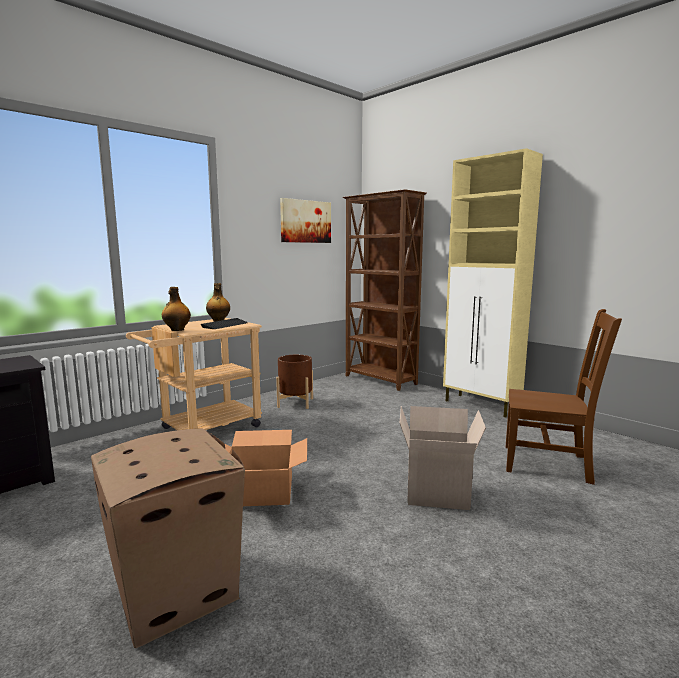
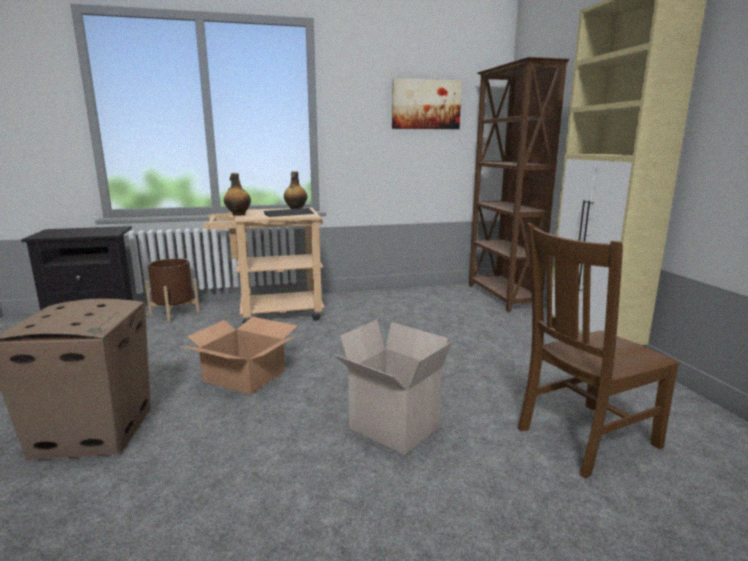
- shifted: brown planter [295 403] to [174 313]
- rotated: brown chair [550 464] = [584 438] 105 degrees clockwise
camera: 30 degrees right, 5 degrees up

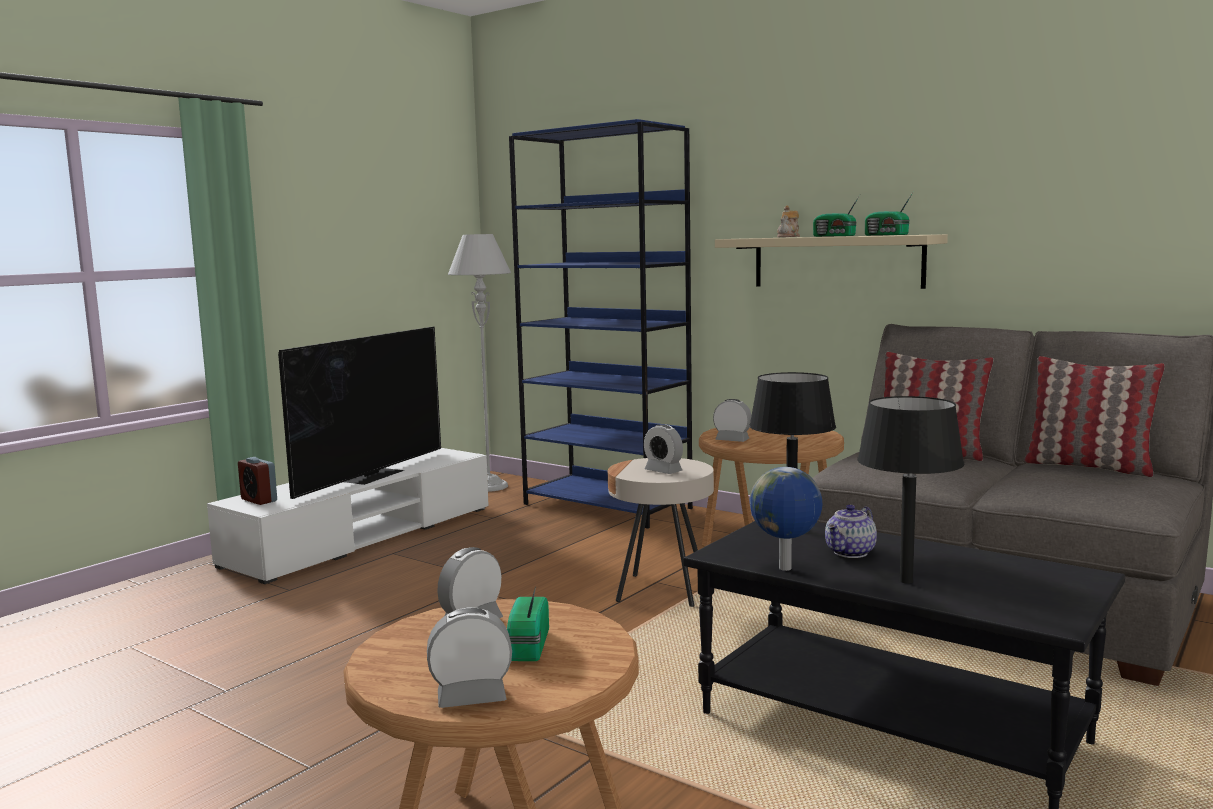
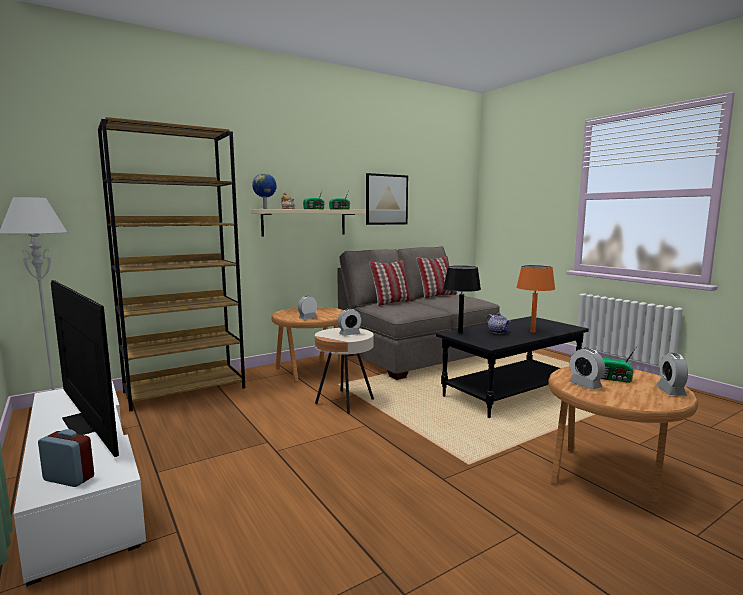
- rotated: alarm clock [259 500] = [69 478] 135 degrees counterclockwise
- repainted: blue bookcase [608 506] to brown bookcase [185 390]
- shifted: globe [785 569] to [265 208]
- repainted: black table lamp [906 581] to orange table lamp [533 332]
- new: picture [386 199]
camera: 70 degrees left, 0 degrees up

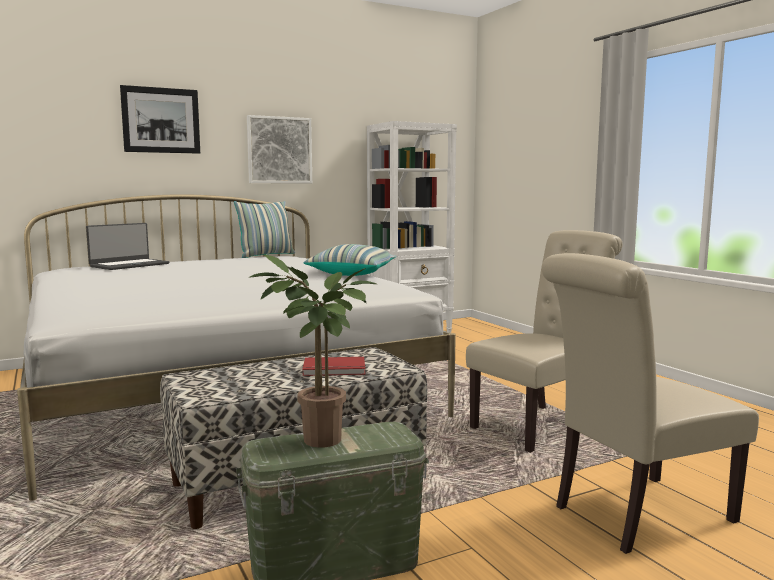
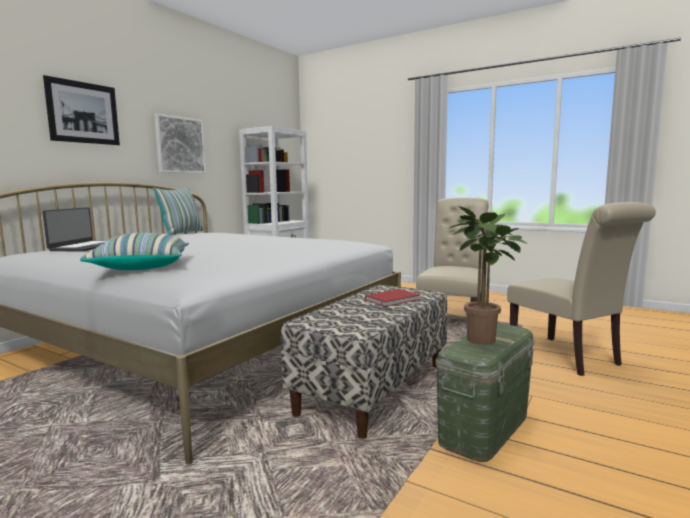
- shifted: pillow [352 273] to [142 267]
- rotated: beige chair [634 515] = [569 357] 60 degrees counterclockwise
camera: 30 degrees left, 0 degrees up

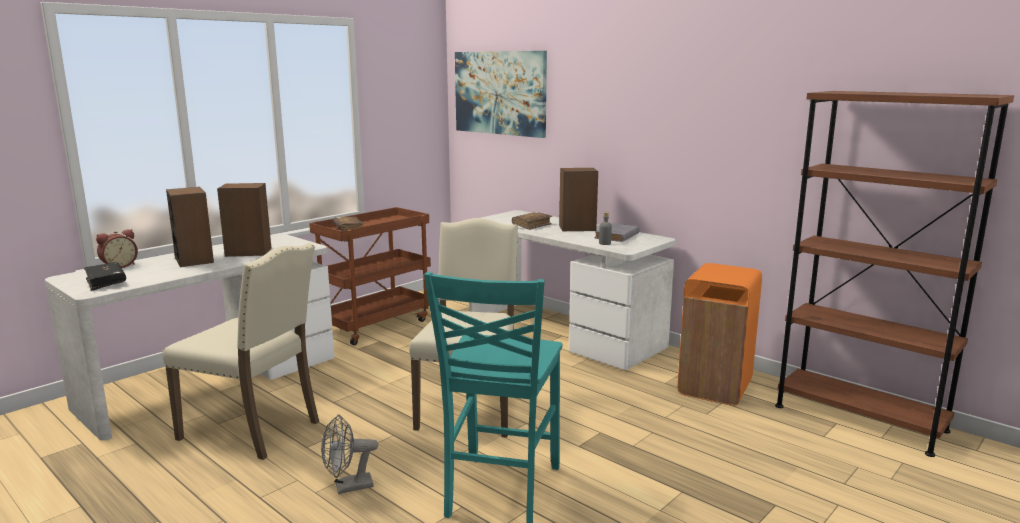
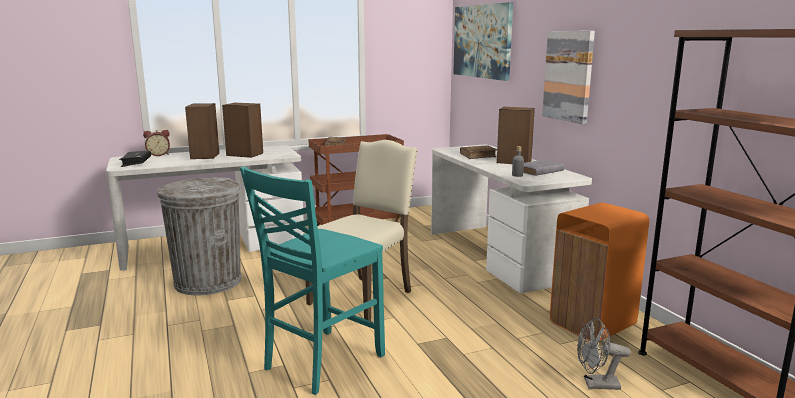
- swapped: beige chair [254 429] to grey trash can [207 282]
- shifted: grey fan [348 487] to [596 384]
- new: picture [568 76]
camera: 25 degrees right, 0 degrees up

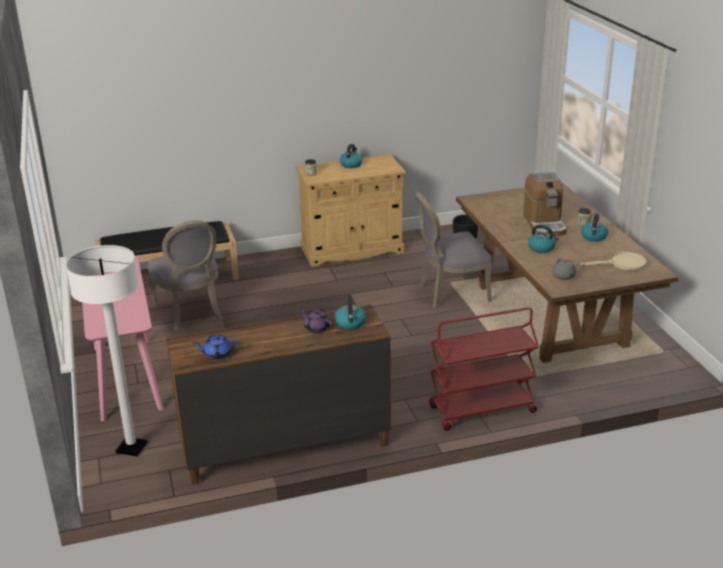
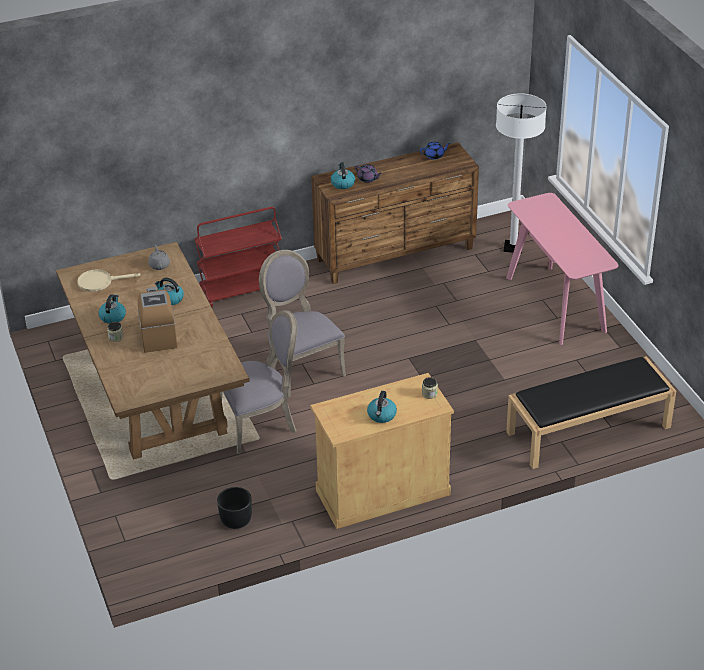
- shifted: grey chair [191 313] to [301 367]
camera: 175 degrees right, 10 degrees up

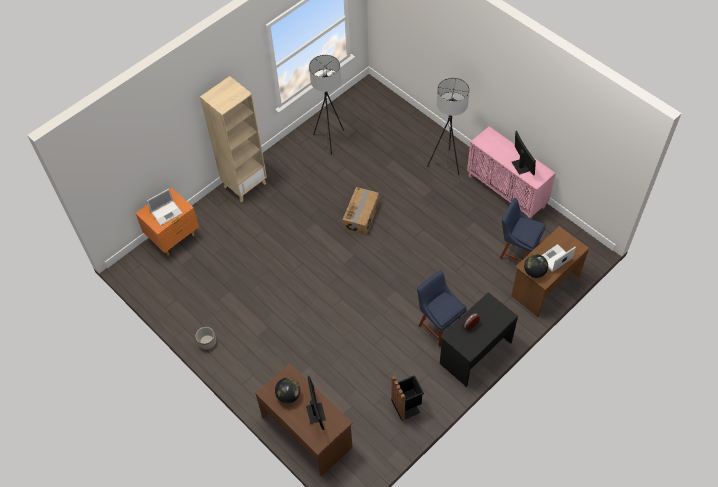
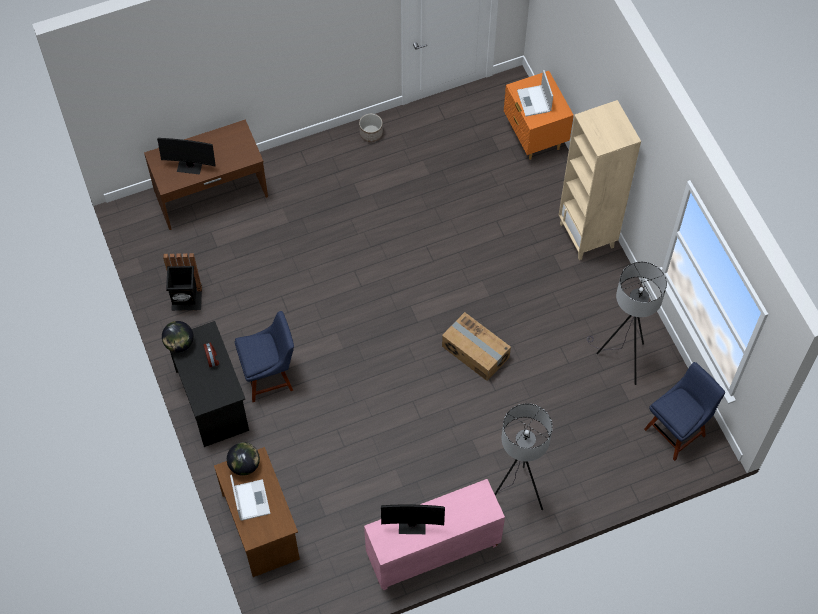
- shifted: globe [288 395] to [179 343]
- shifted: blue chair [517 251] to [677 430]
camera: 110 degrees right, 5 degrees up

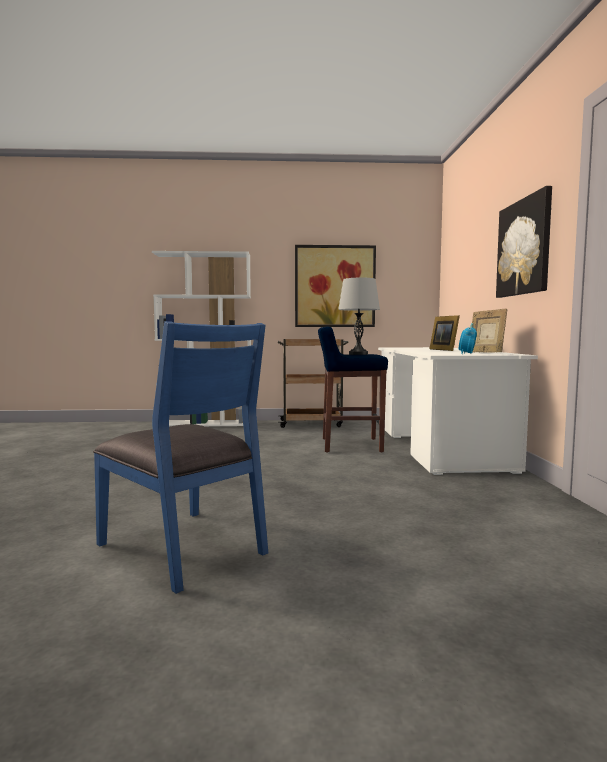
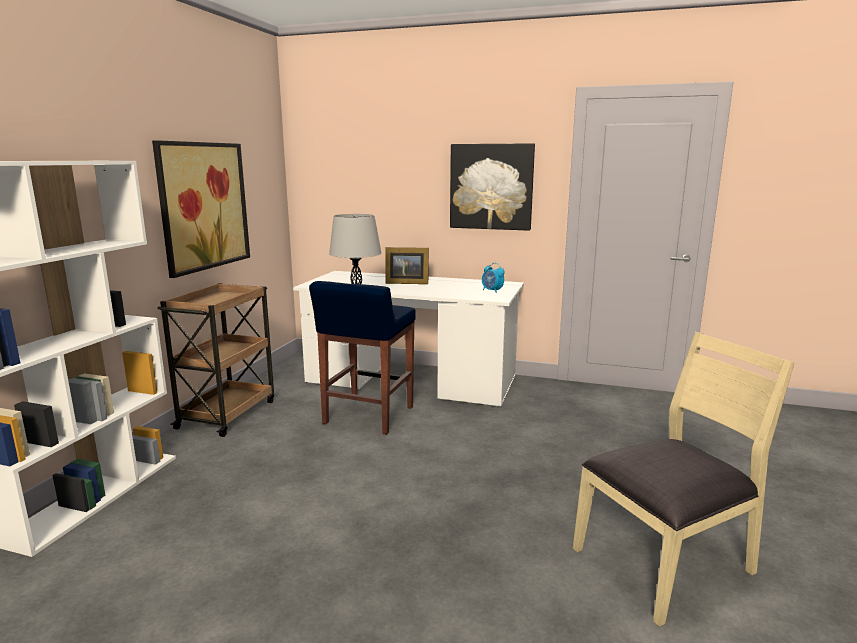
- repainted: blue chair [184 547] to beige chair [665 562]
- gone: picture frame [486 353]
camera: 70 degrees left, 10 degrees up

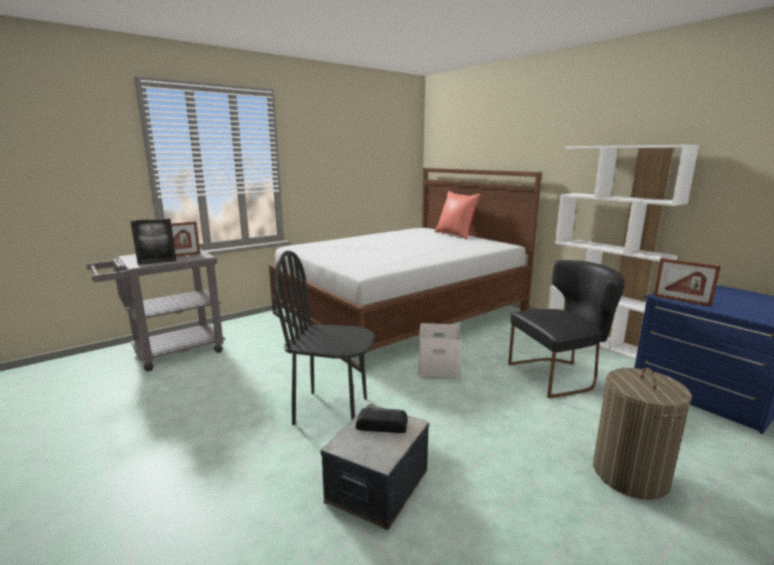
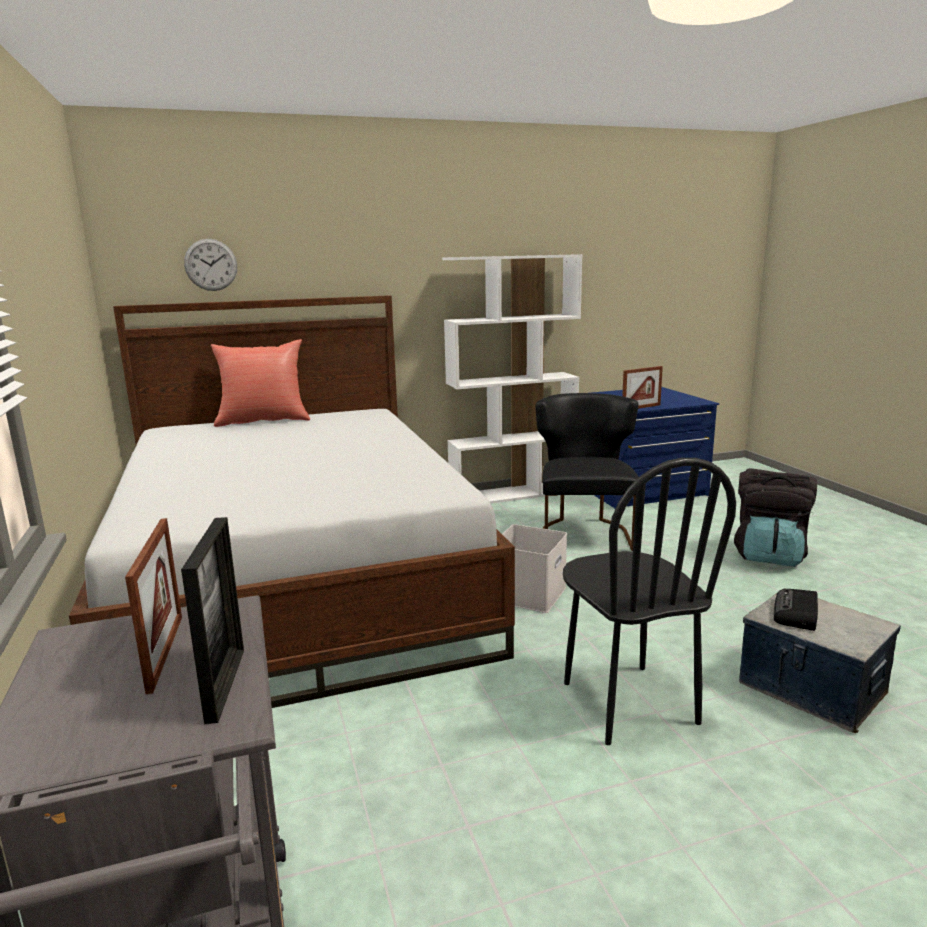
- rotated: black chair [331 410] = [628 703] 45 degrees counterclockwise
- swapped: laundry basket [630 474] to black backpack [769 555]
- new: wall clock [211 265]
camera: 70 degrees left, 0 degrees up

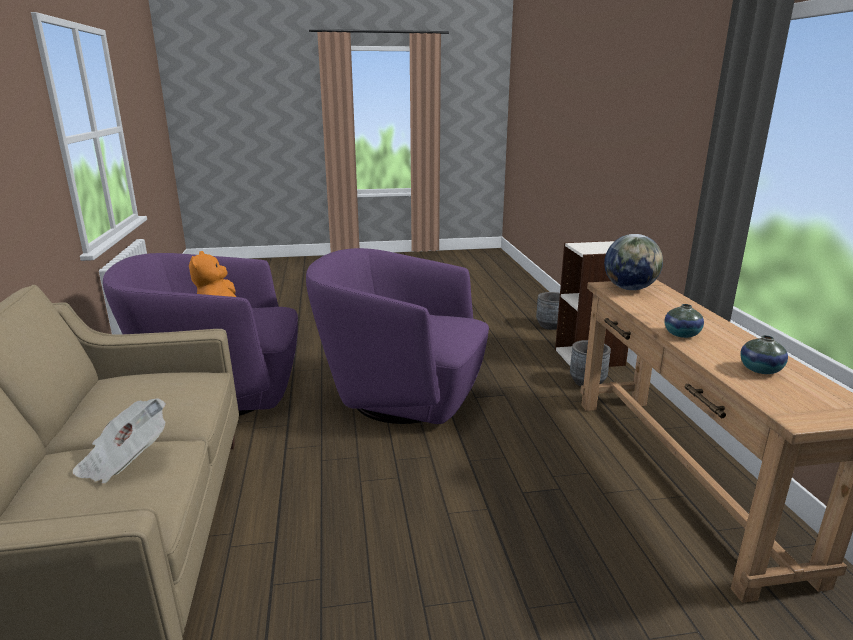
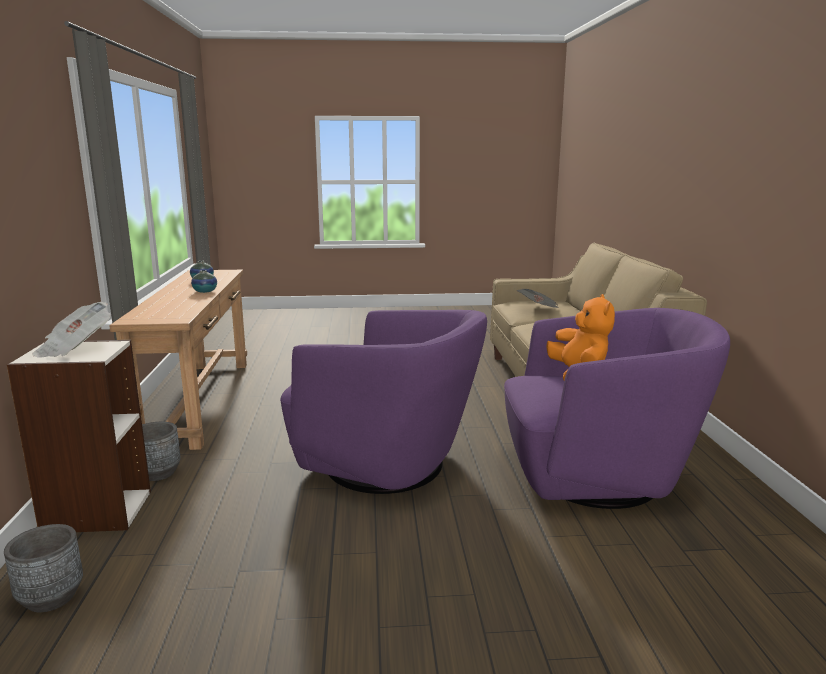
- gone: globe [630 288]
- new: newspaper [74 349]
camera: 175 degrees left, 5 degrees down

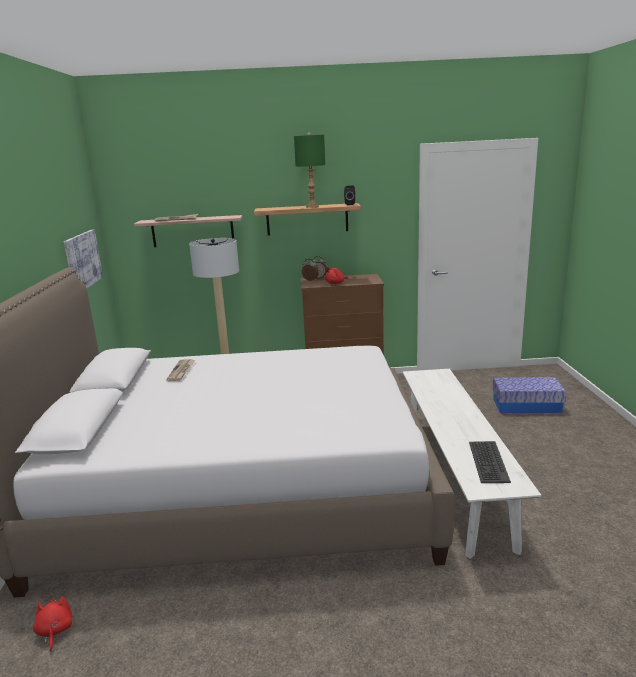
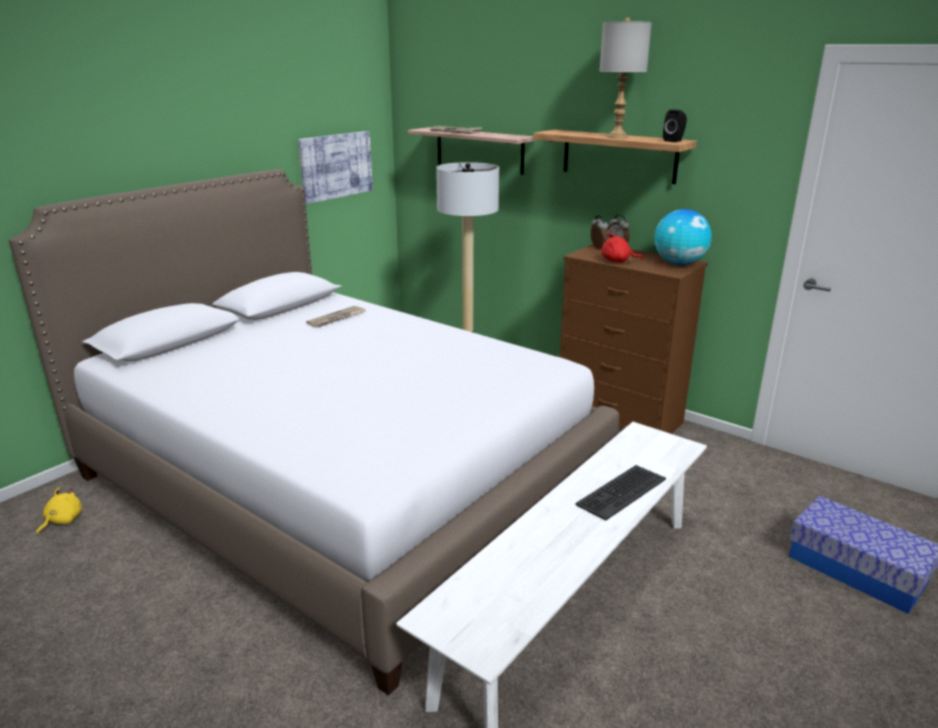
- repainted: red plush toy [54 631] to yellow plush toy [62 520]
- repainted: green table lamp [312 206] to grey table lamp [617 136]
- shifted: keyboard [487 462] to [620 492]
- new: globe [679 264]
camera: 40 degrees right, 5 degrees up

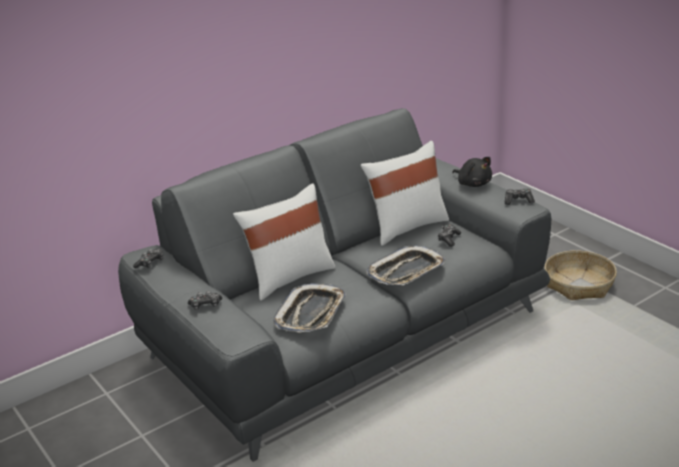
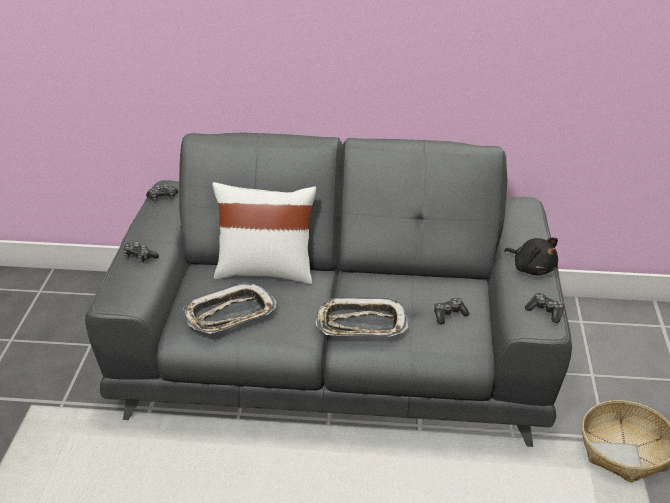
- gone: white pillow [406 227]
- rotated: black plush toy [473 183] = [532 268] 45 degrees counterclockwise
camera: 40 degrees right, 5 degrees up

